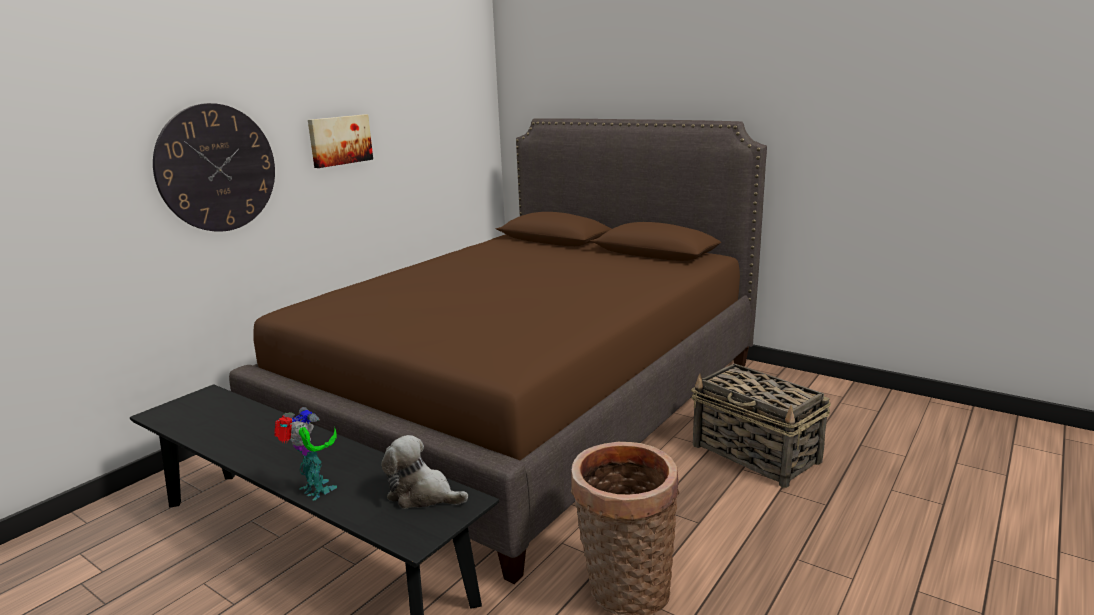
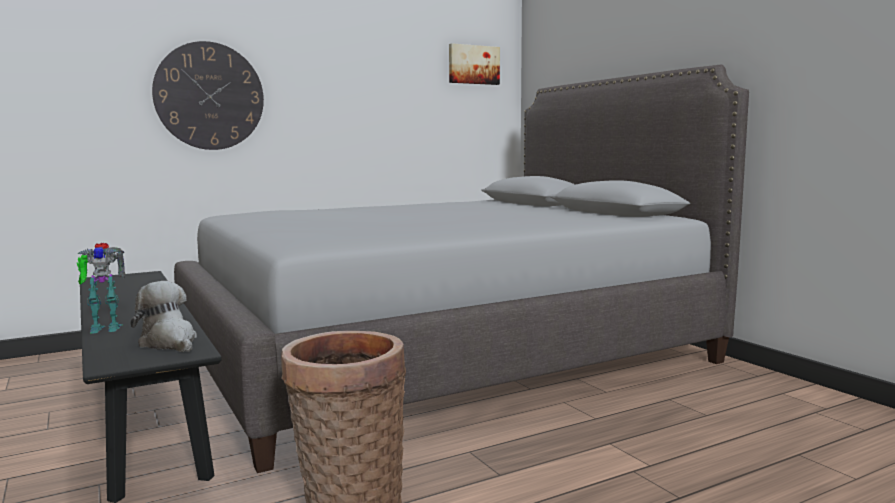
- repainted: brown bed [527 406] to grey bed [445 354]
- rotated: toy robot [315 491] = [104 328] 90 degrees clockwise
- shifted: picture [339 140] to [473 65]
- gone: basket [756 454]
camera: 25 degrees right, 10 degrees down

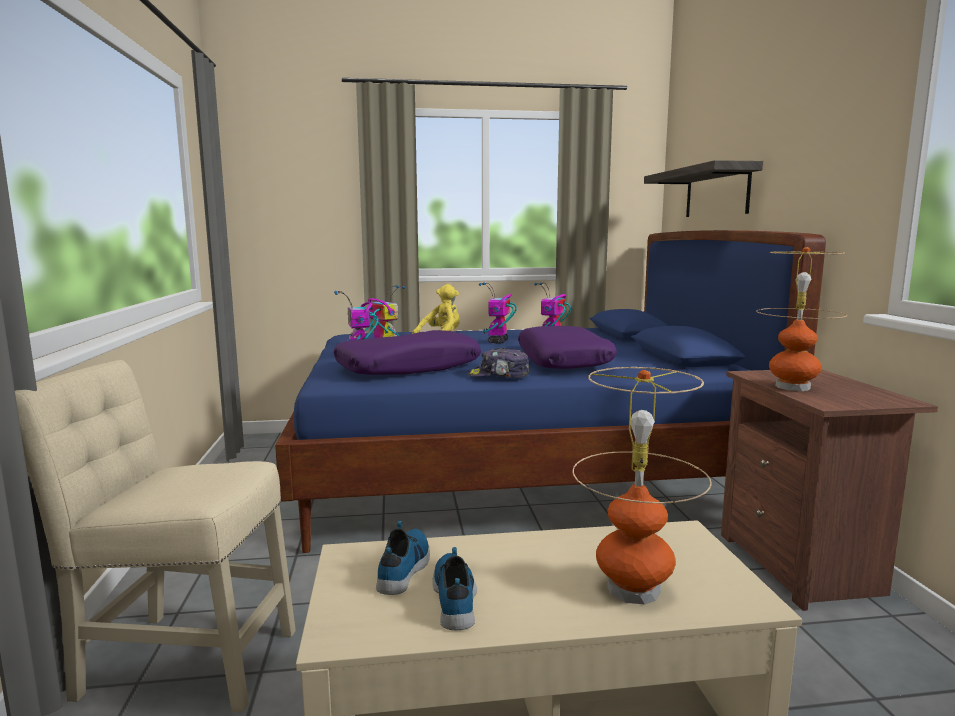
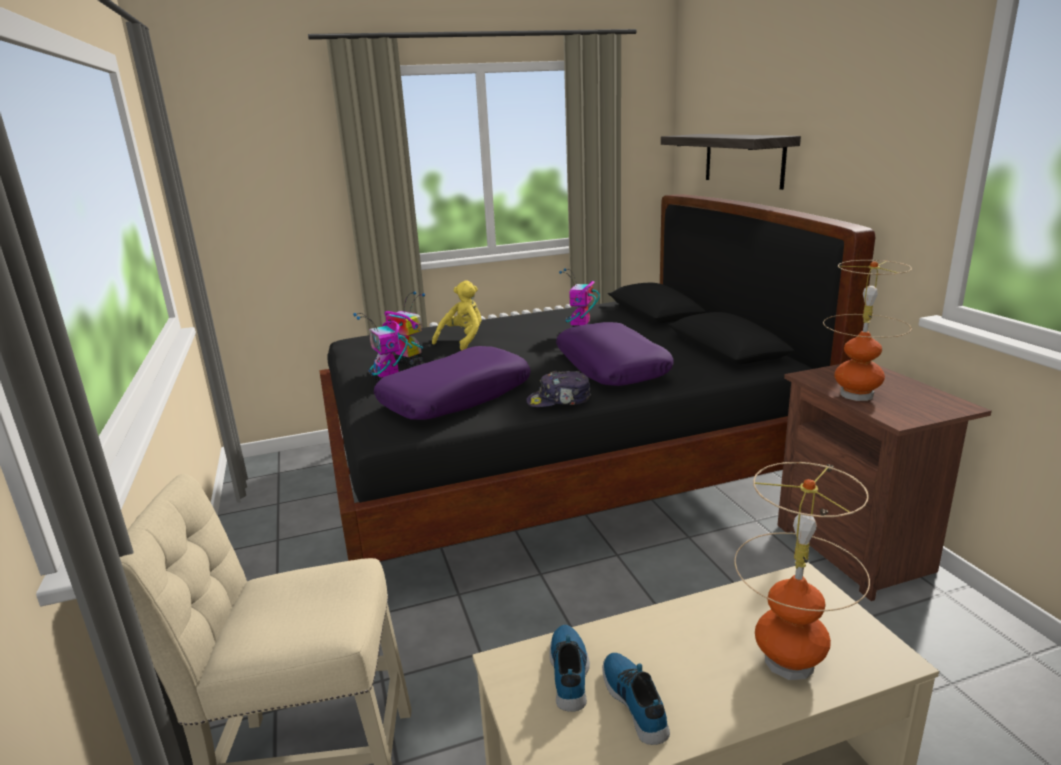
- repainted: blue bed [517 471] to black bed [559 472]
- gone: toy robot [497 342]
camera: 10 degrees left, 10 degrees up

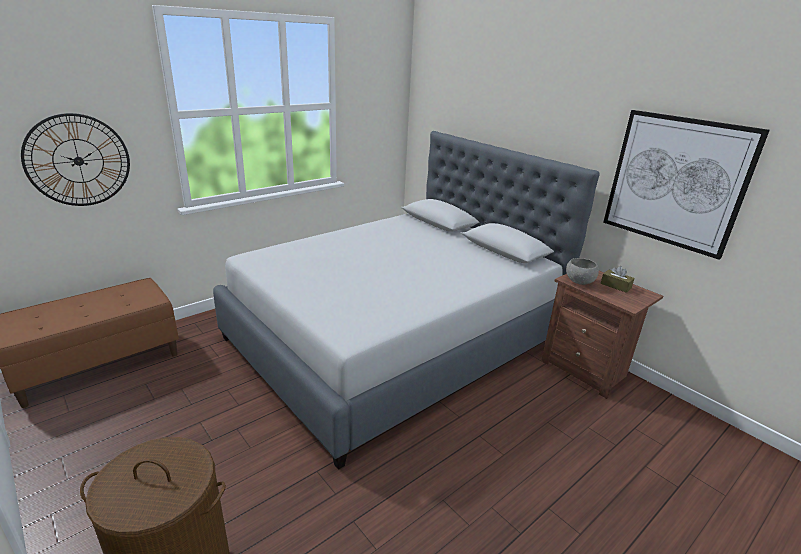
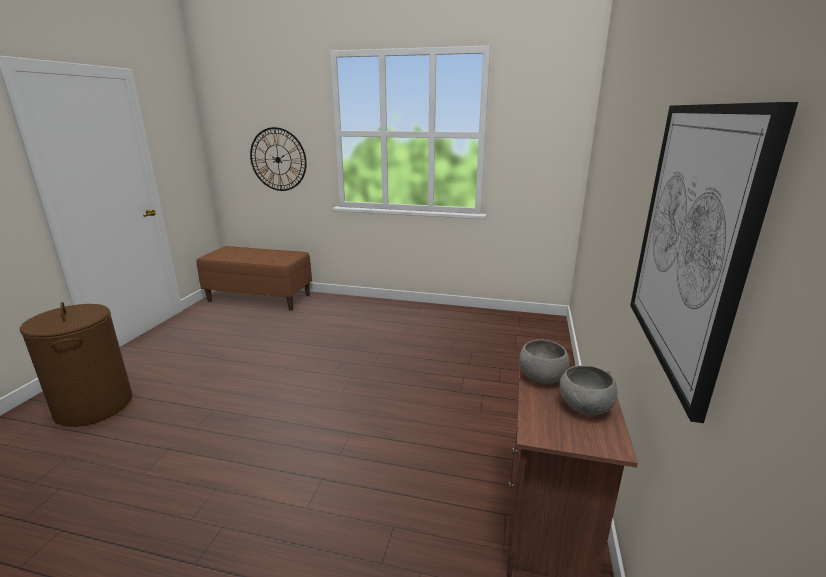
- gone: grey bed [395 339]
- swapped: brown tissue box [615 286] to grey bowl [585 408]
camera: 55 degrees right, 5 degrees down

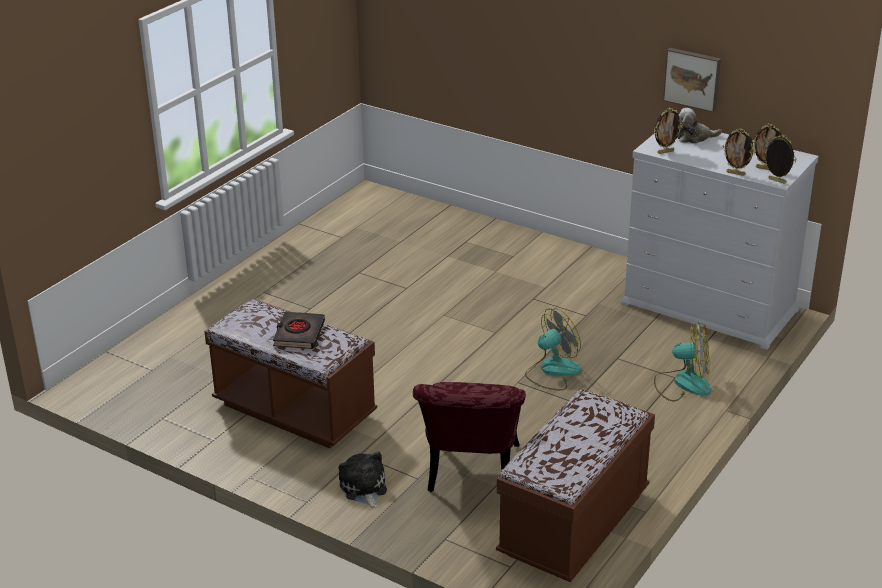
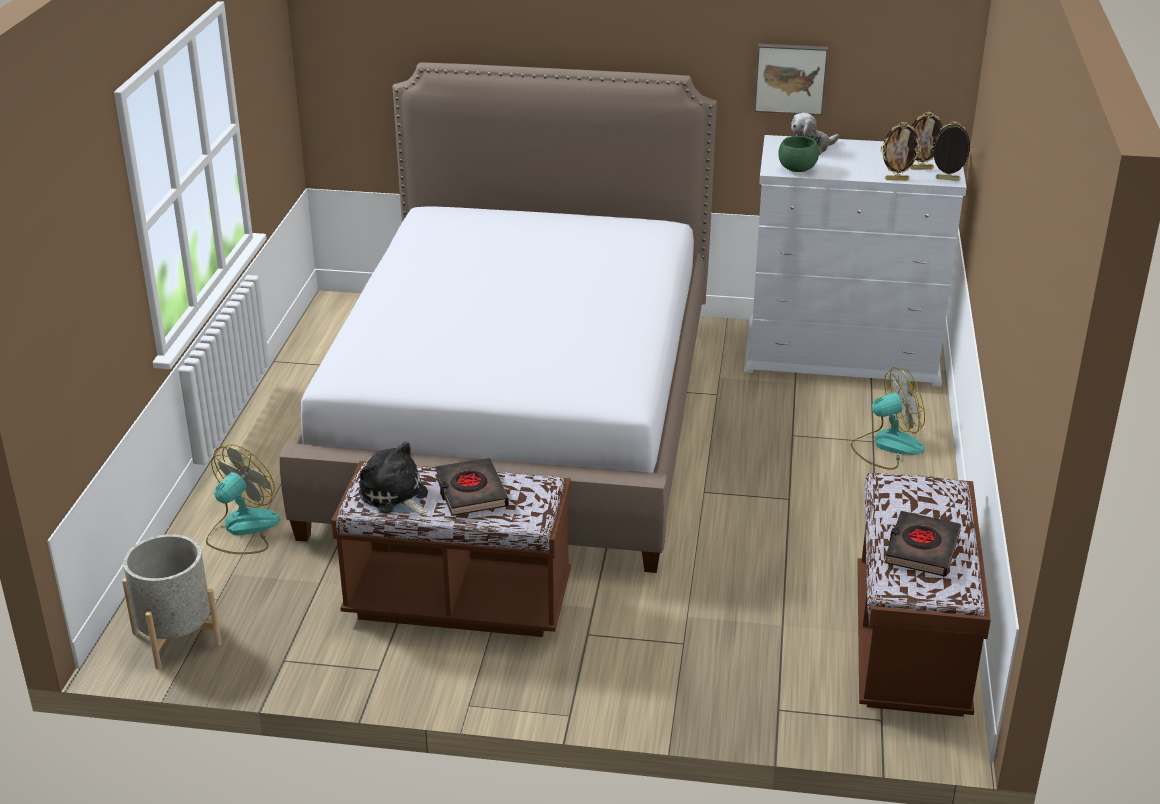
- shifted: plush toy [363 489] to [395 497]
- gone: red chair [471 476]
- shifted: fan [552 371] to [242 529]
- swapped: picture frame [665 152] to green bowl [797 170]
- new: grey planter [176 638]
- new: bed [520 419]
- new: black book [921 549]
camera: 25 degrees left, 0 degrees up

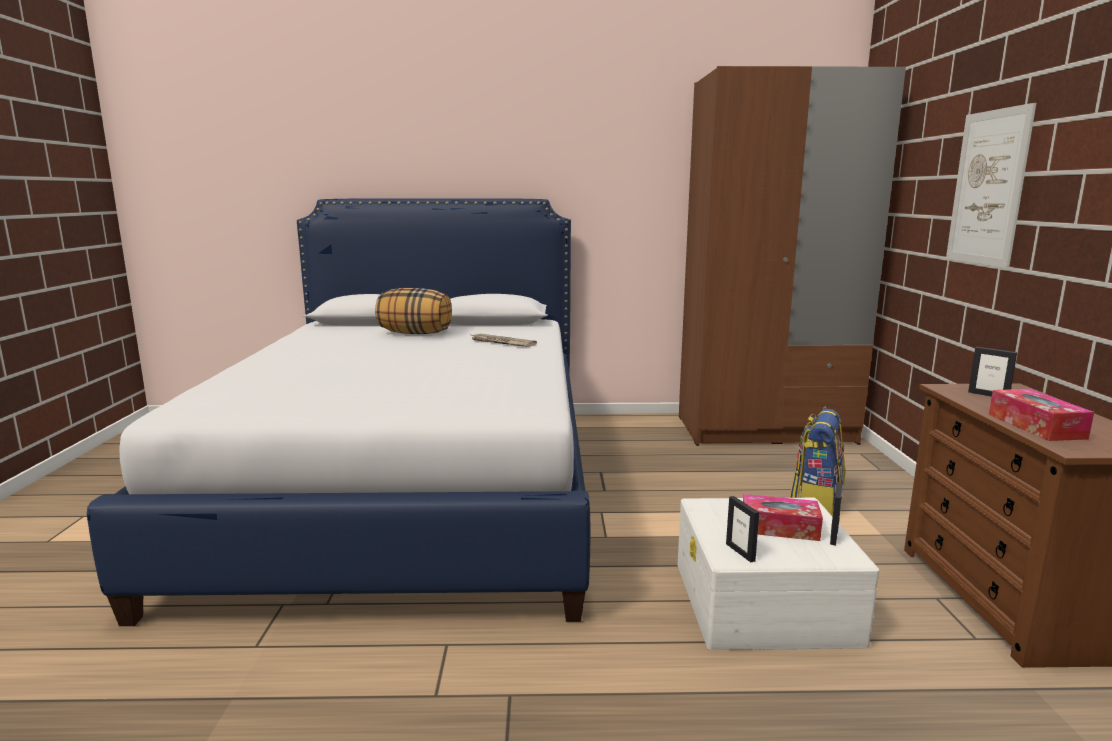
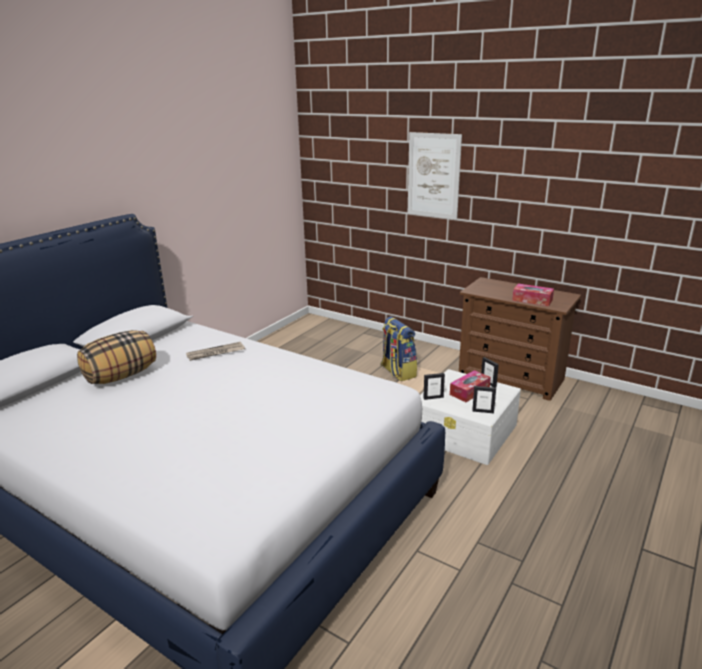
- gone: brown wardrobe [764 429]
- shifted: picture frame [988 395] to [433 397]
camera: 55 degrees left, 10 degrees up

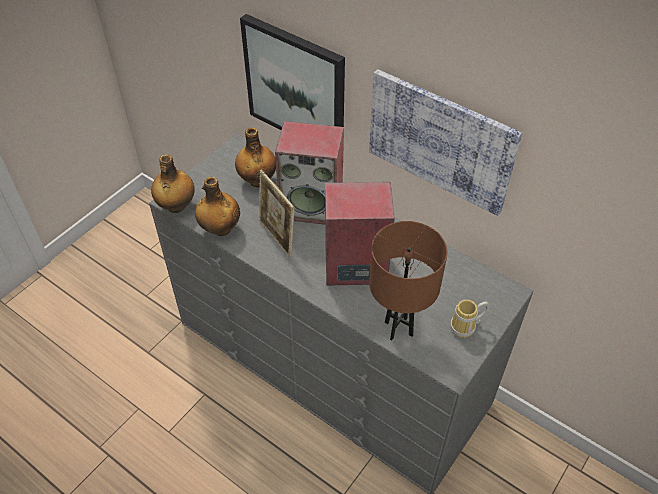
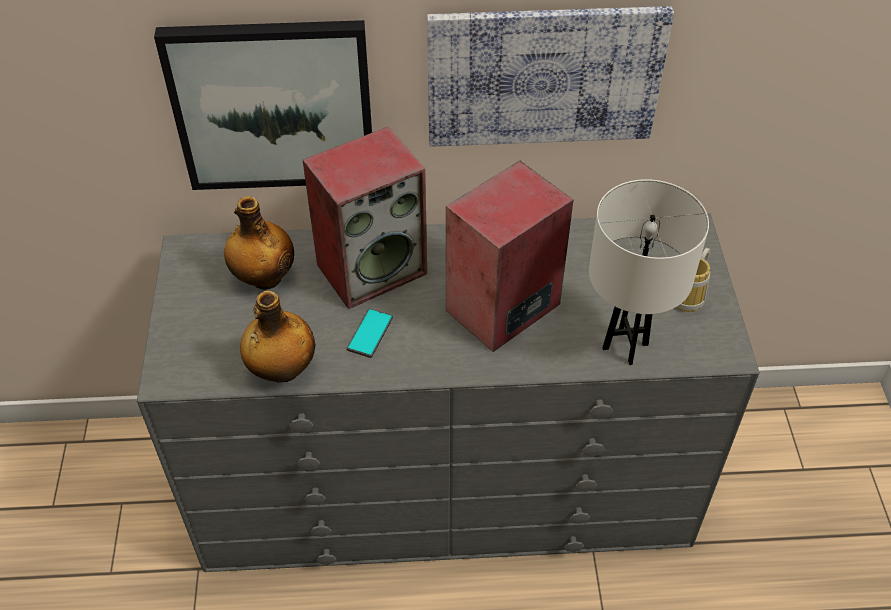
- gone: bottle [176 206]
- swapped: picture frame [277 237] to phone [370 333]
- repainted: brown table lamp [398 329] to white table lamp [625 346]
camera: 40 degrees left, 0 degrees up

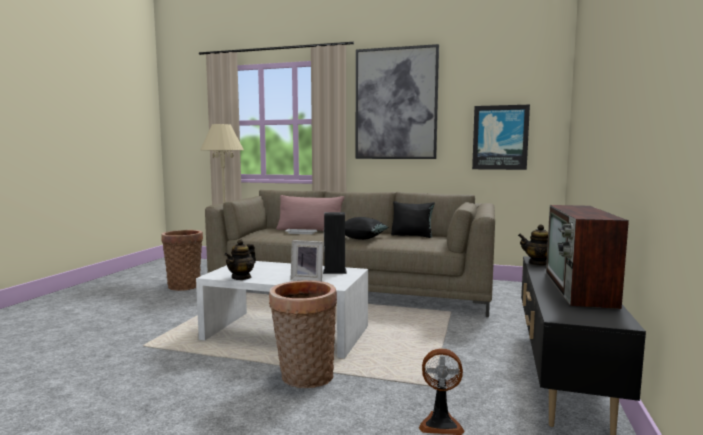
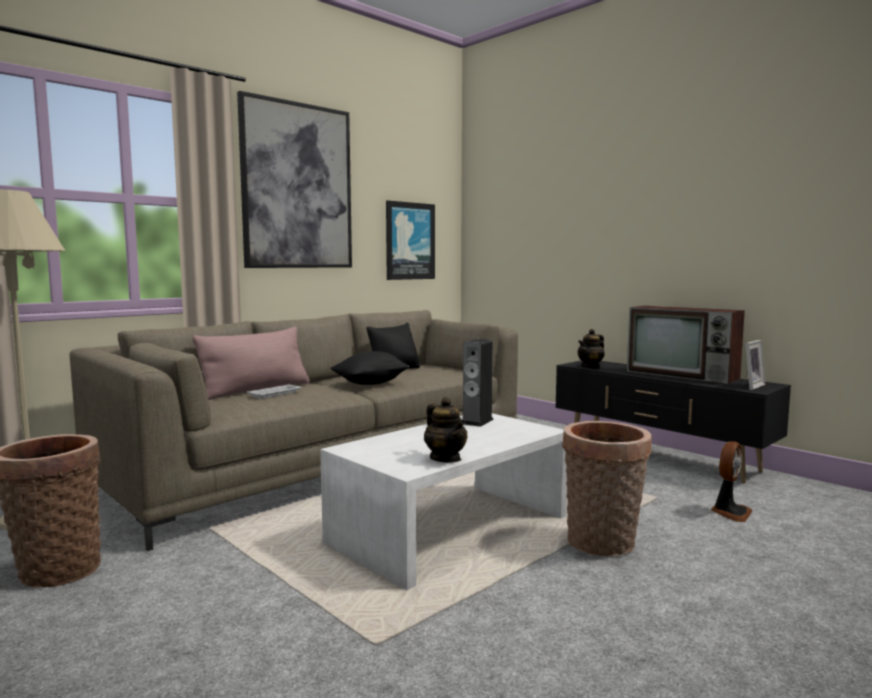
- shifted: picture frame [308 279] to [750 386]
camera: 60 degrees left, 0 degrees up

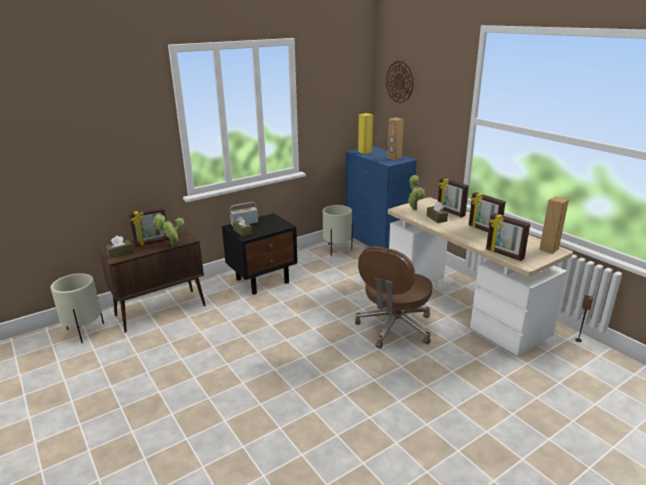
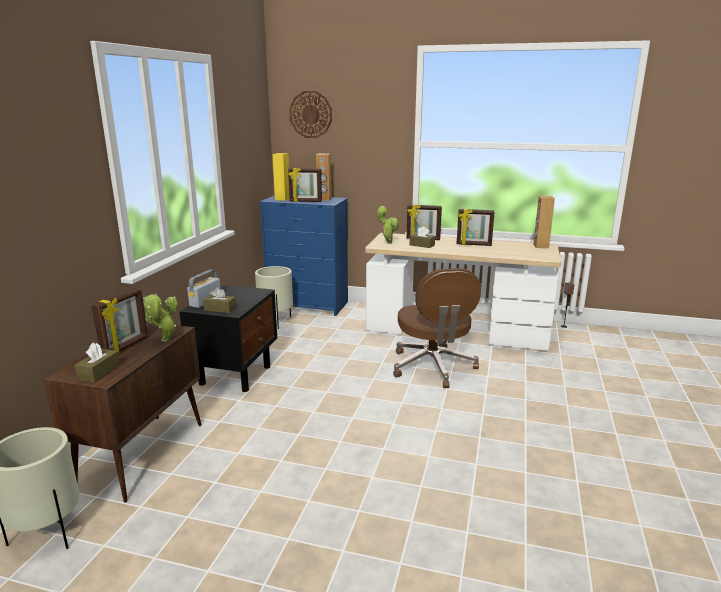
- shifted: picture frame [504 254] to [305 201]
camera: 40 degrees left, 5 degrees down

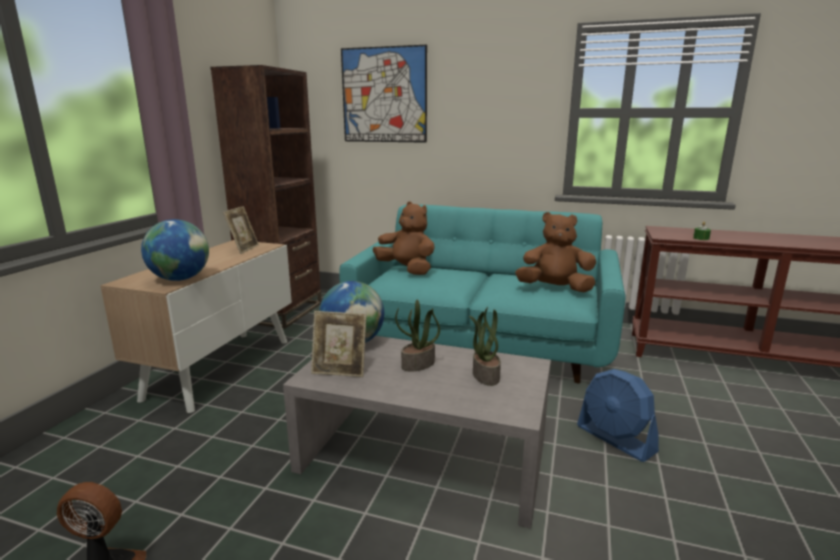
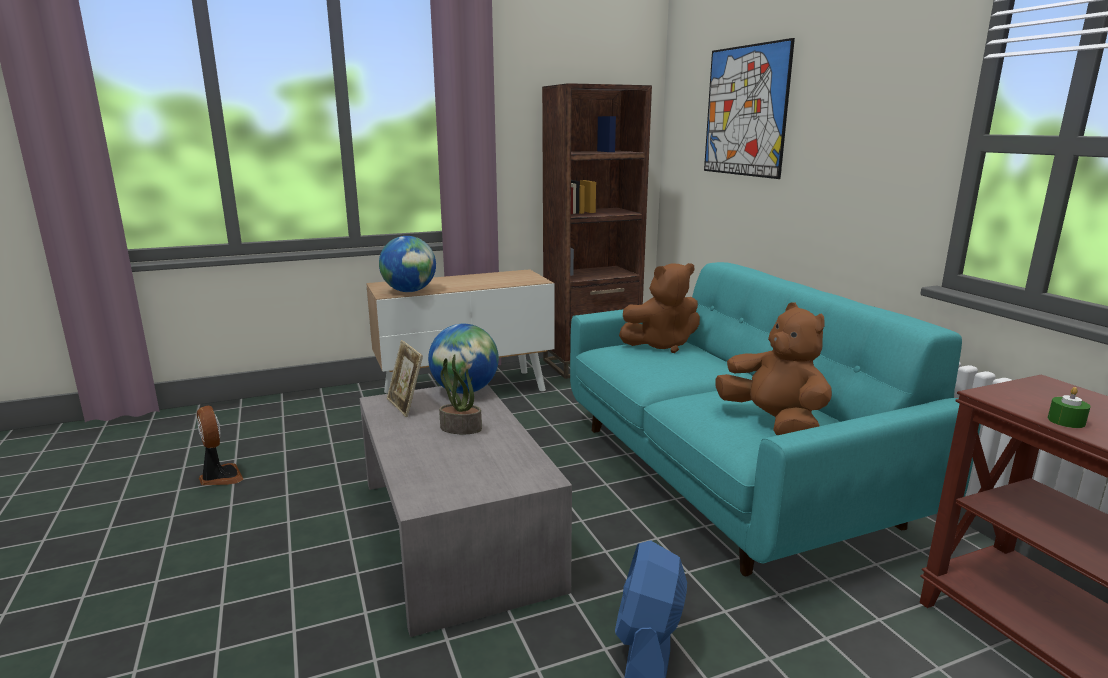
- gone: picture frame [244 249]
- rotated: brown plush toy [406 270] = [661 345] 75 degrees clockwise
- gone: potted plant [485 375]
camera: 50 degrees right, 0 degrees up

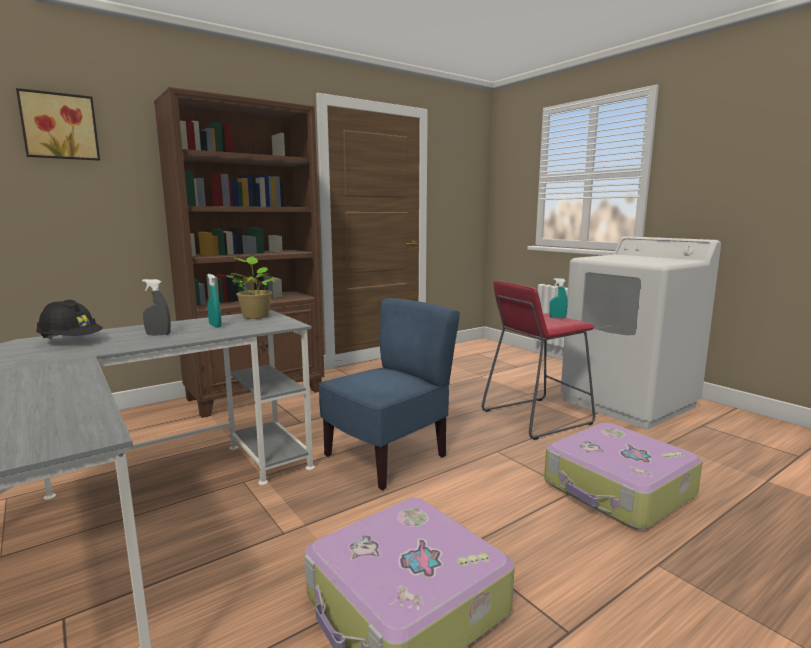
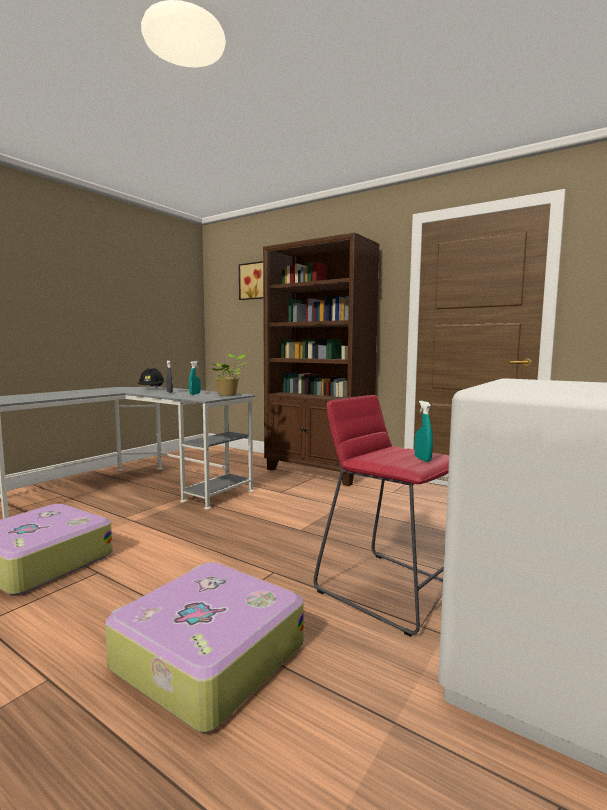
- gone: blue chair [387 457]
camera: 70 degrees right, 5 degrees down

